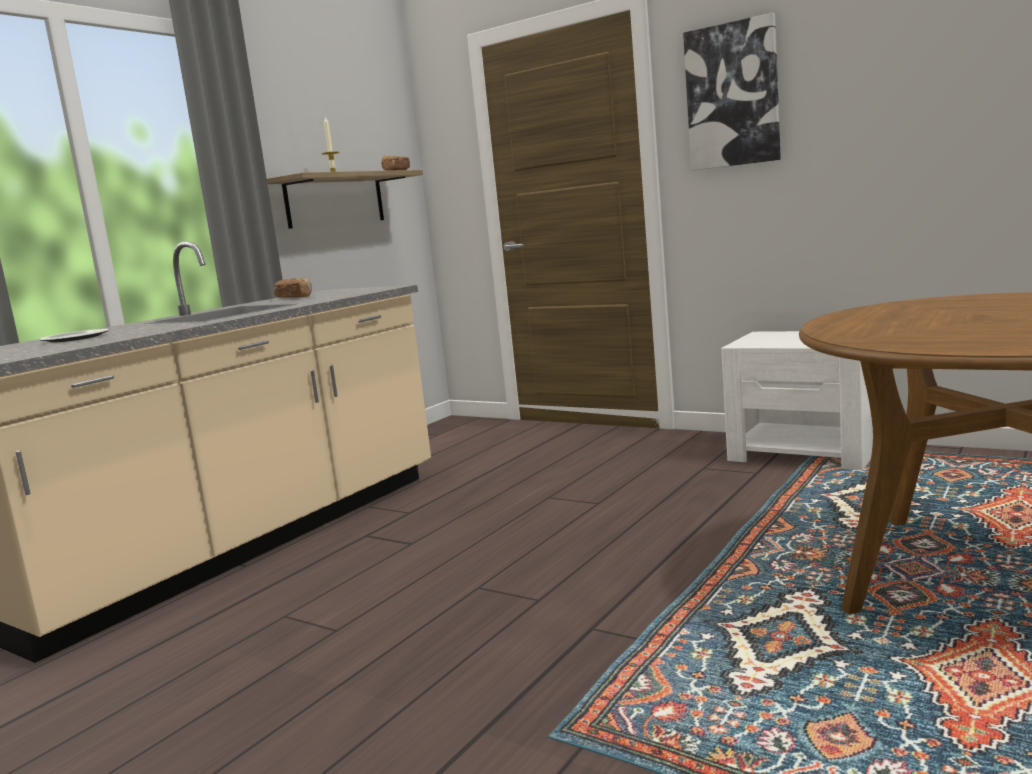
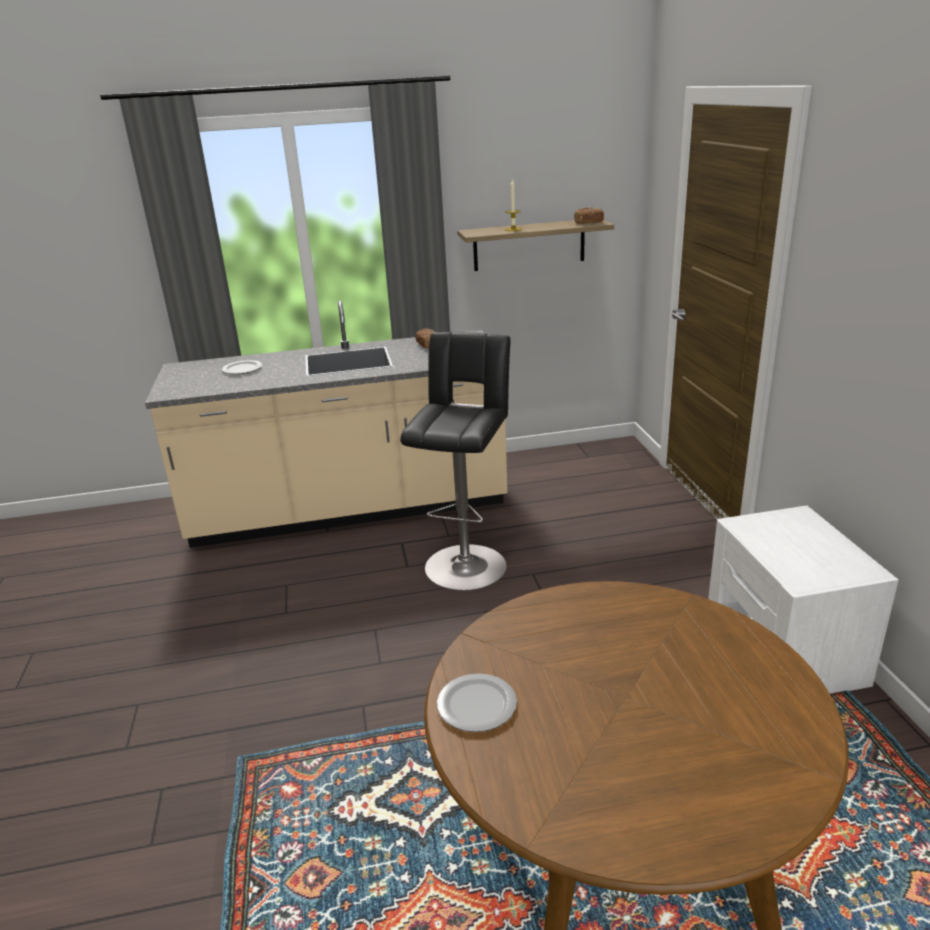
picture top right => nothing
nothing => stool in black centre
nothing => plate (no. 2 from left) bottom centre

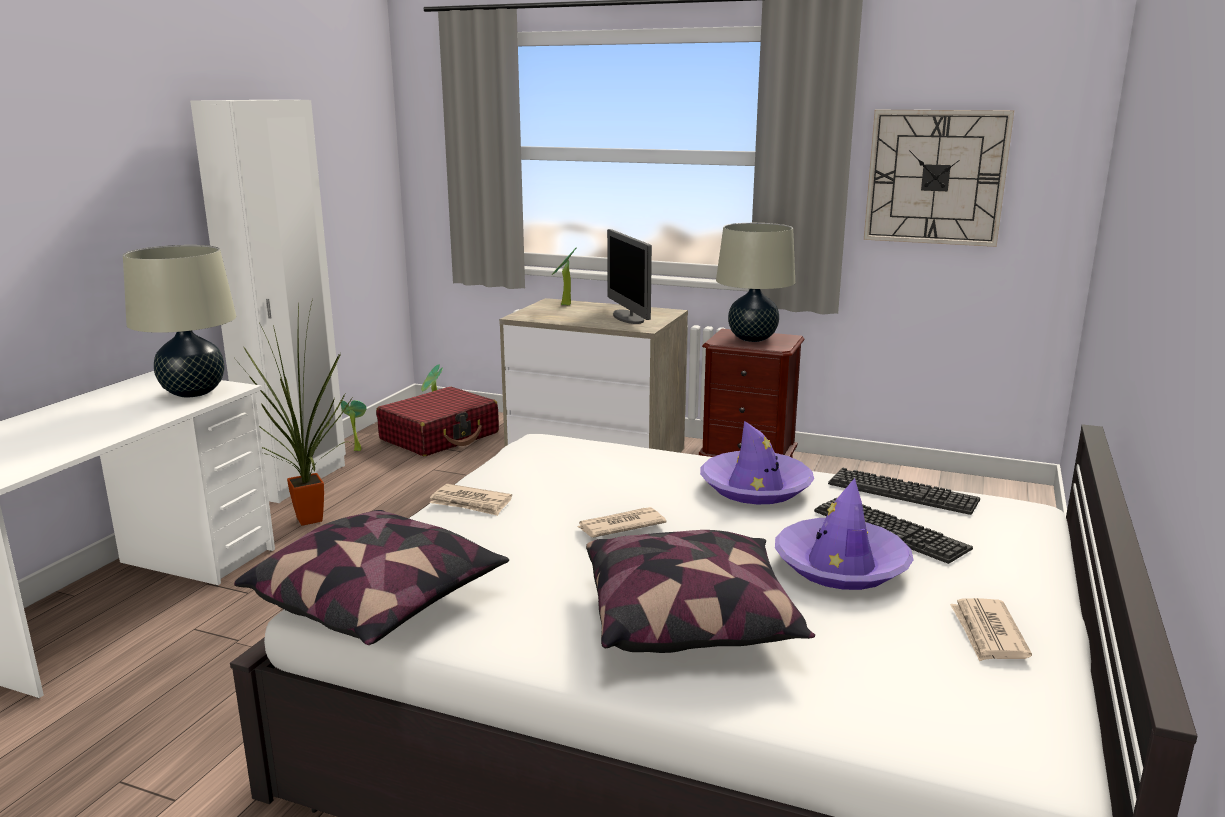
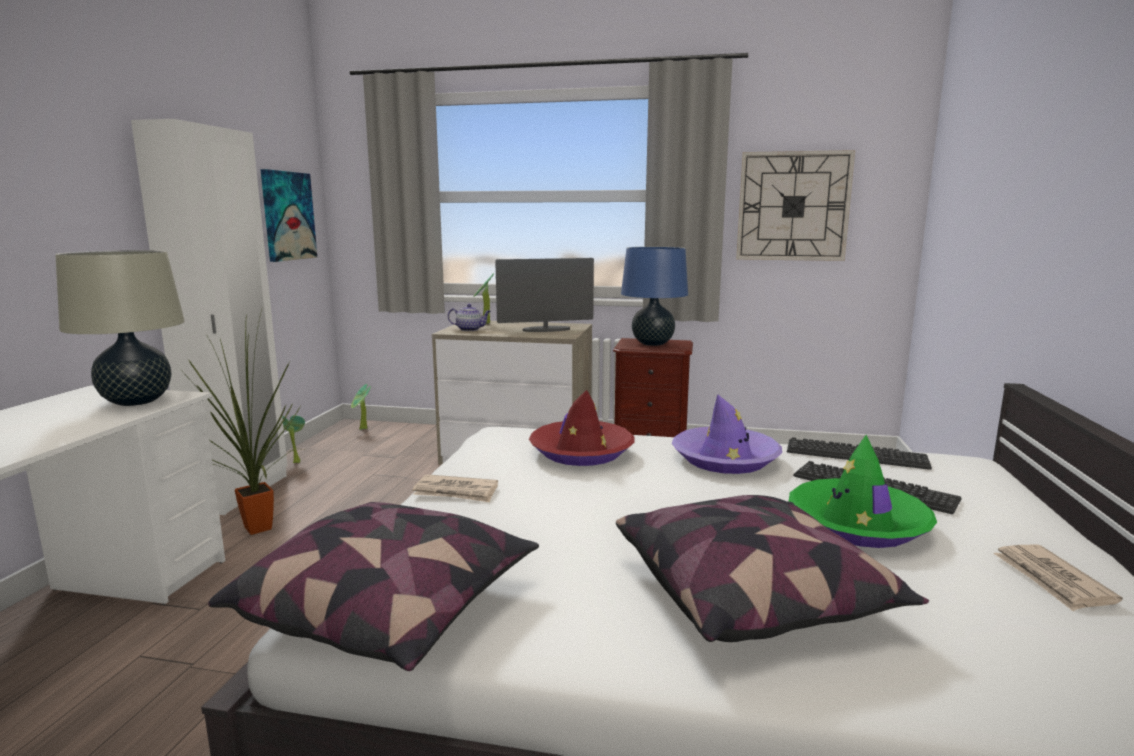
suitcase in red centre => nothing
newspaper (no. 2 from left) centre => nothing
monitor centre, 105 degrees clockwise
table lamp in beige (no. 2 from left) centre => table lamp in blue centre
hat in purple (no. 2 from left) middle right => hat in green middle right
nothing => picture top left
nothing => teapot centre
nothing => hat in red centre

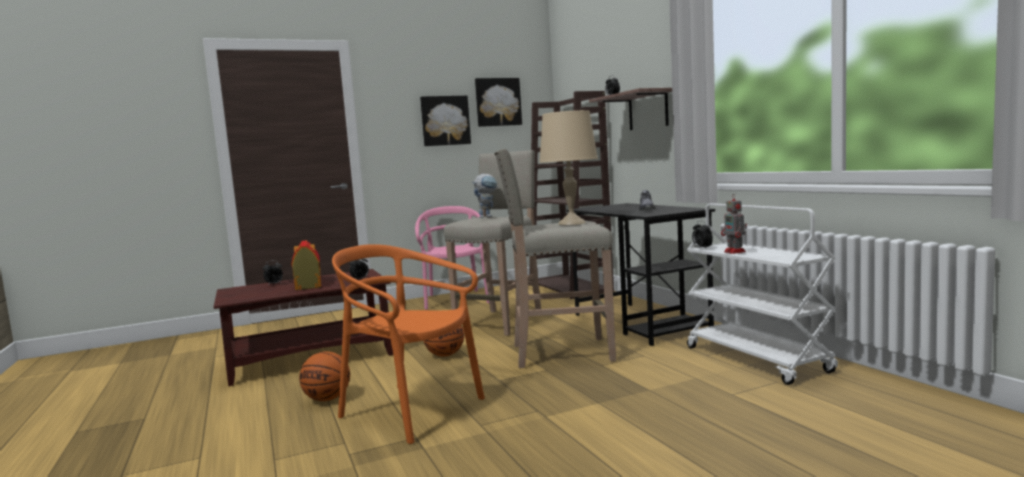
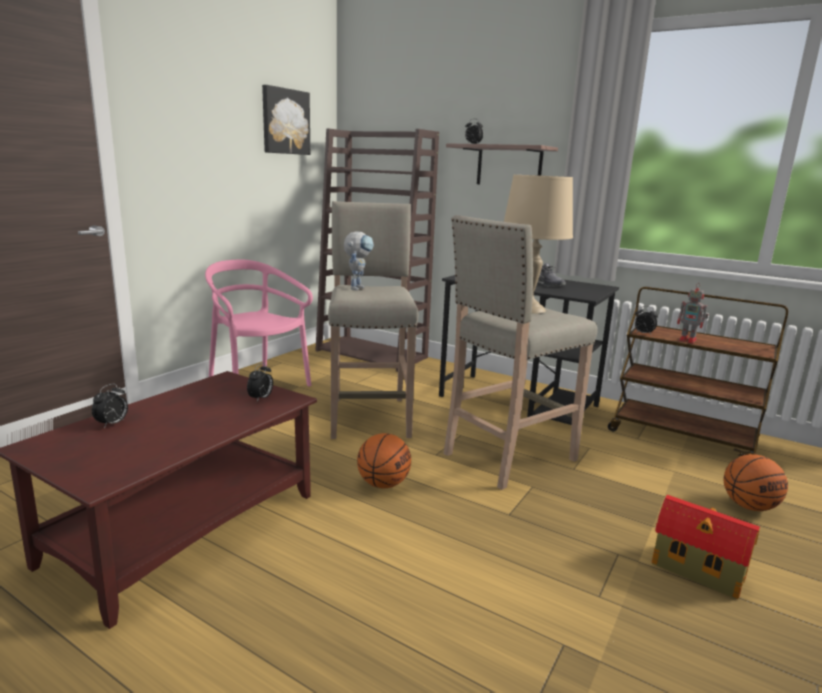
toy house middle left => toy house bottom right, shifted
basketball (no. 1 from left in the first image) bottom left => basketball (no. 2 from left) bottom right, shifted
chair in orange bottom centre => nothing
picture (no. 1 from left) top centre => nothing
cart in white middle right => cart in brown middle right

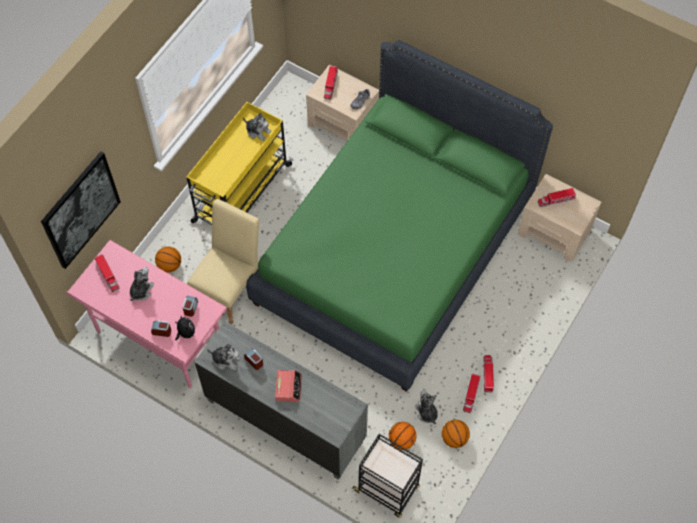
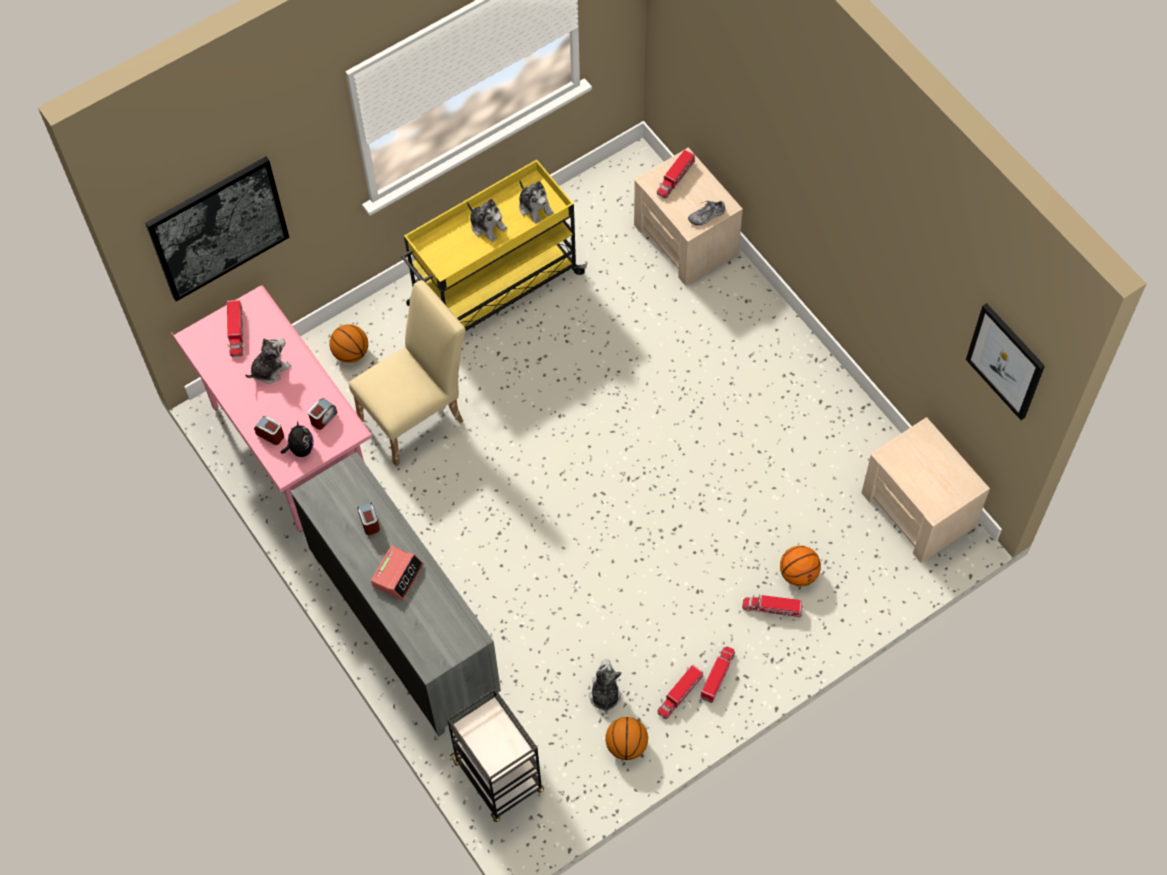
plush toy (no. 3 from left) bottom left => plush toy (no. 3 from left) top centre, shifted
bed in green centre => nothing
basketball (no. 2 from left in the first image) bottom centre => basketball (no. 3 from left) middle right, shifted
toy truck (no. 5 from left) middle right => toy truck (no. 5 from left) bottom centre, shifted
nothing => picture (no. 2 from left) middle right

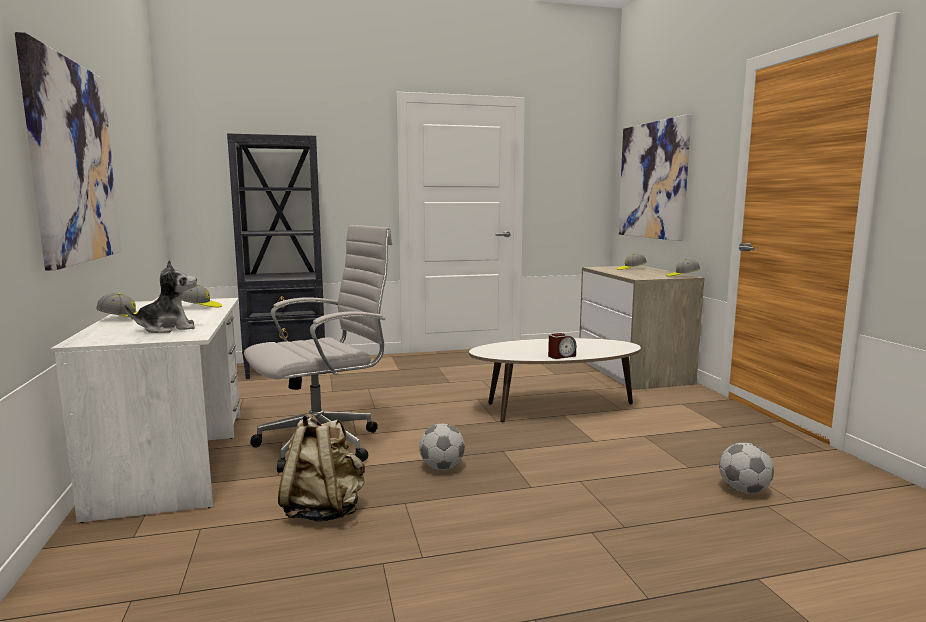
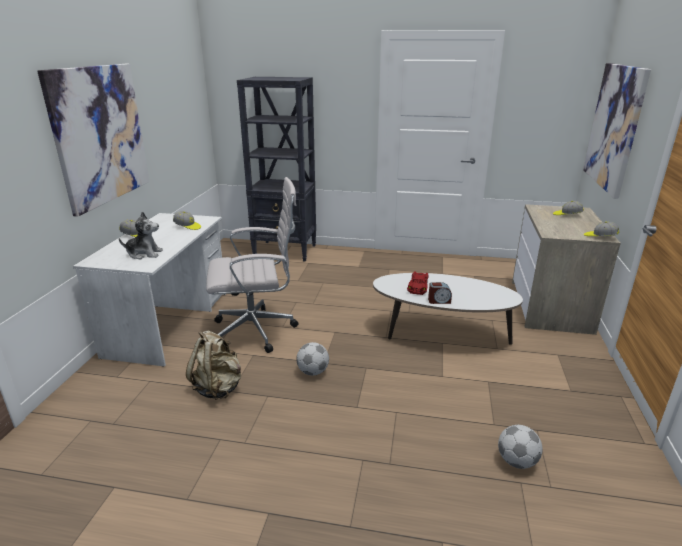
nothing => toy car in red centre

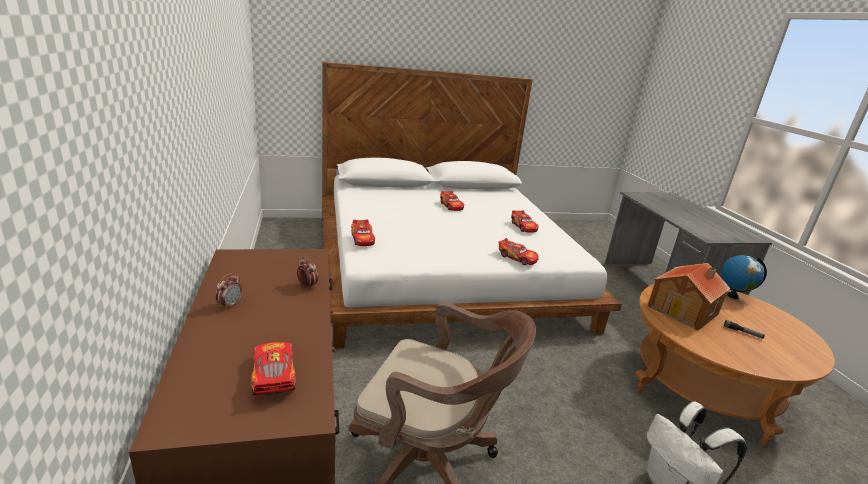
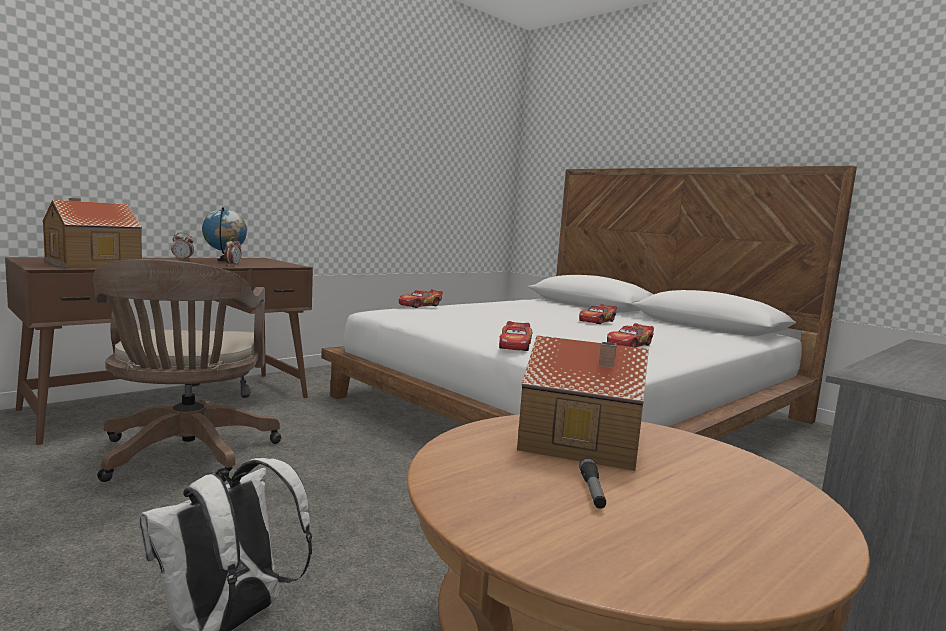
toy car (no. 1 from left) bottom left => toy house (no. 1 from left) middle left
globe middle right => globe middle left, shifted

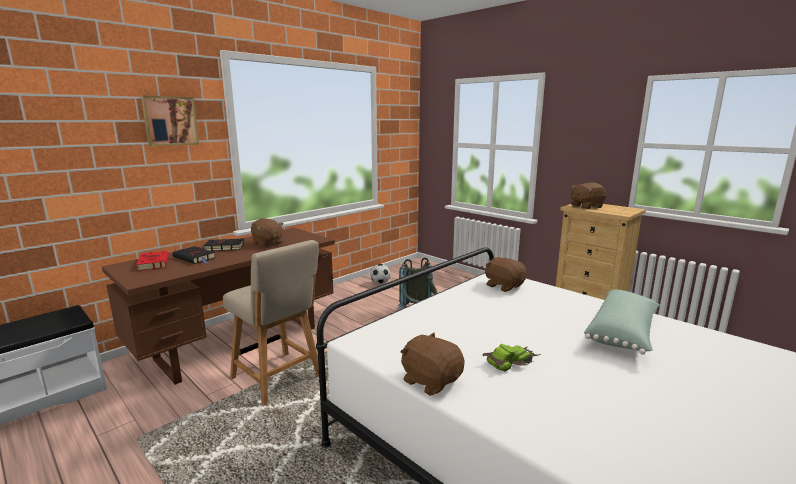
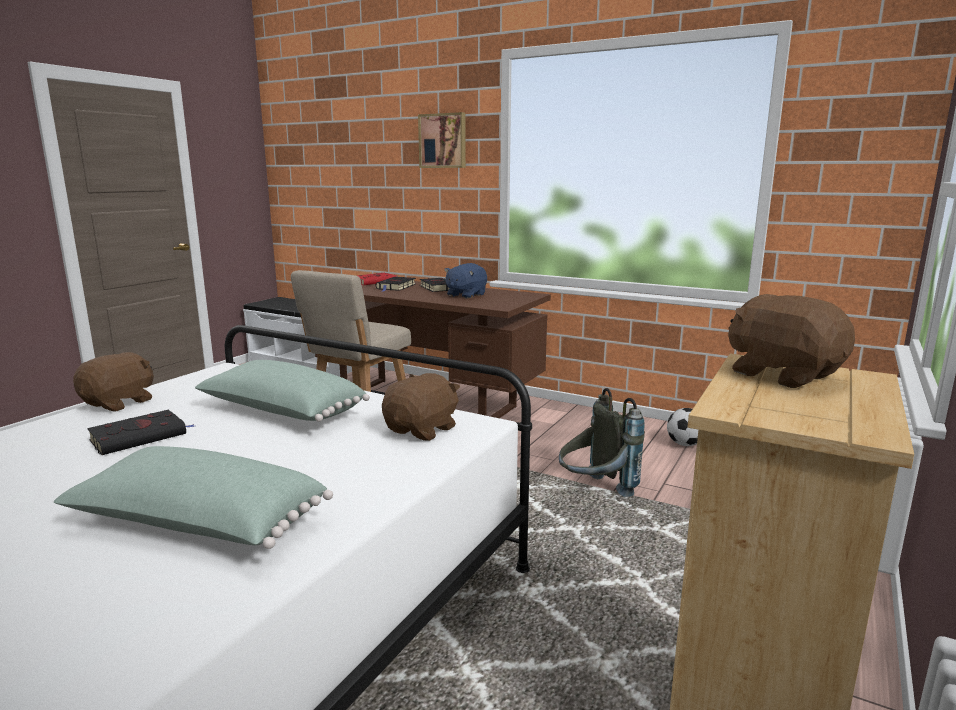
plush toy in brown (no. 1 from left) centre => plush toy in blue centre
toy car bottom centre => book in black (no. 1 from left) middle left
nothing => pillow in green (no. 2 from left) middle left

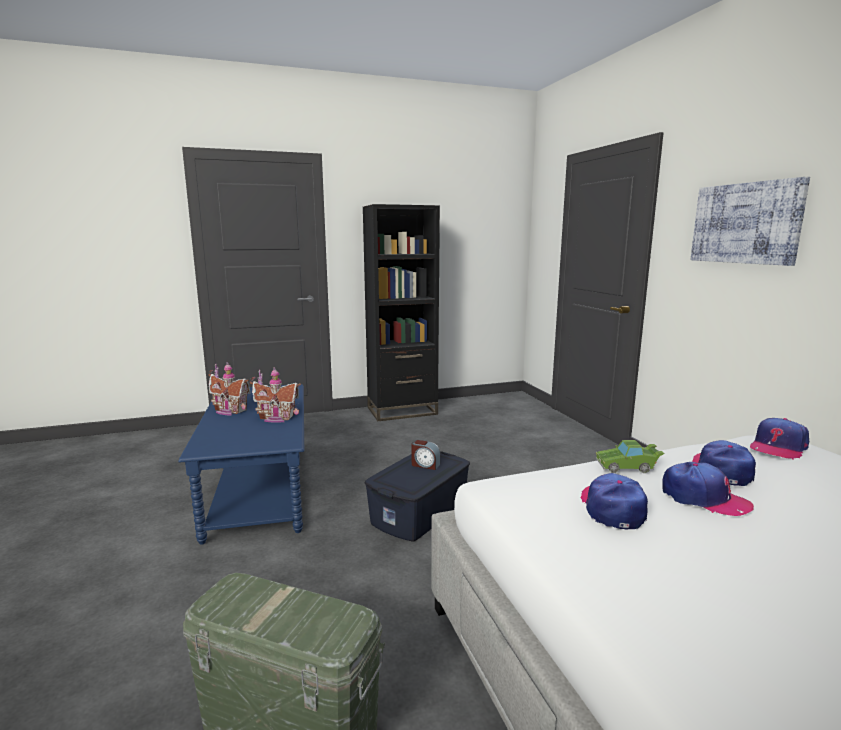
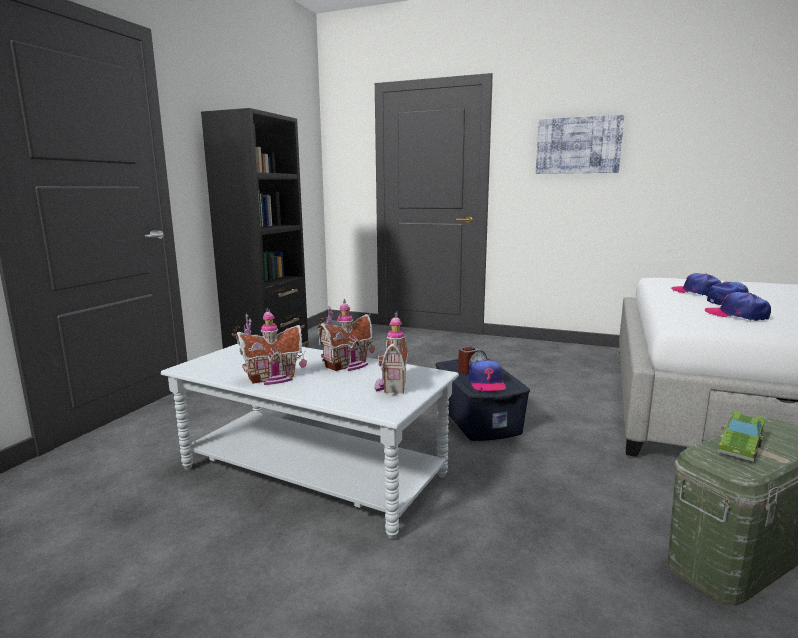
coffee table in blue middle left => coffee table in grey bottom centre
toy car in green middle right => toy car in green bottom right, shifted
cap (no. 4 from left in the first image) middle right => cap (no. 1 from left) centre, shifted
nothing => toy house (no. 3 from left) centre

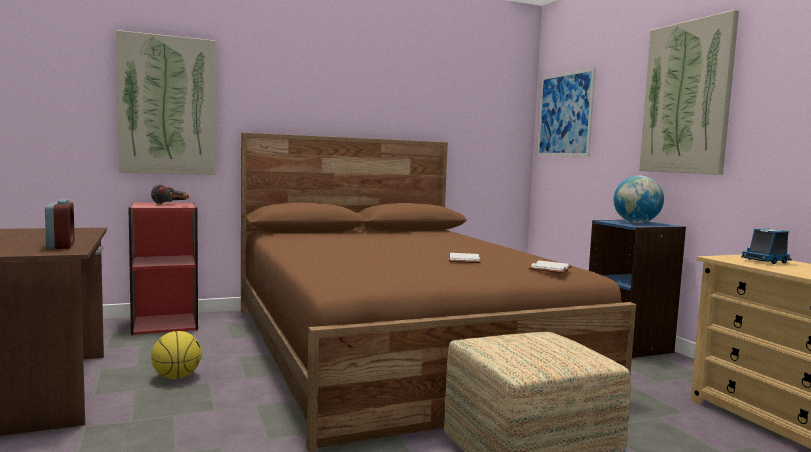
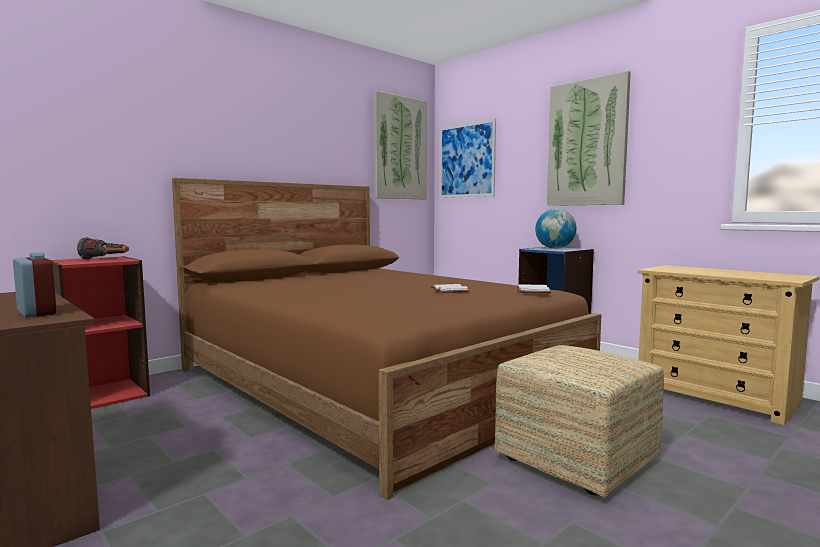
picture (no. 1 from left) top left => picture (no. 1 from left) top centre, shifted
basketball bottom left => nothing
toy truck middle right => nothing

